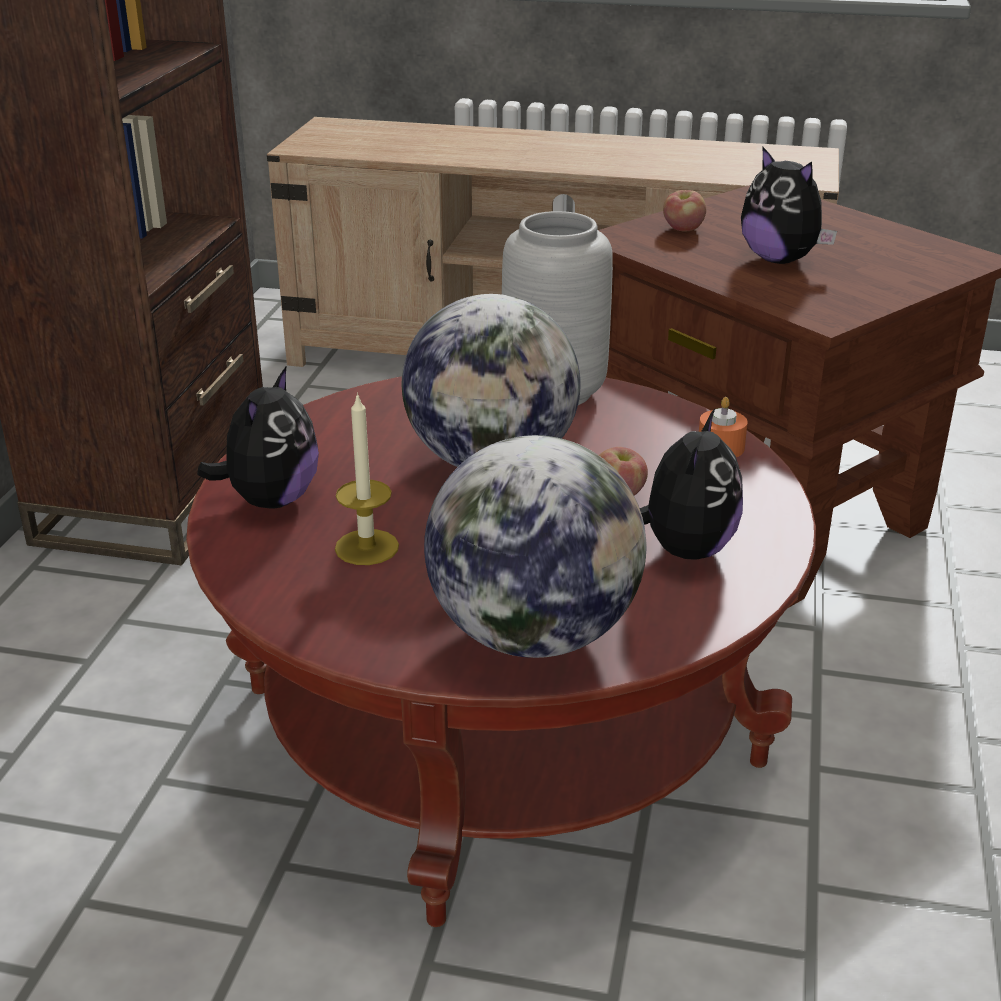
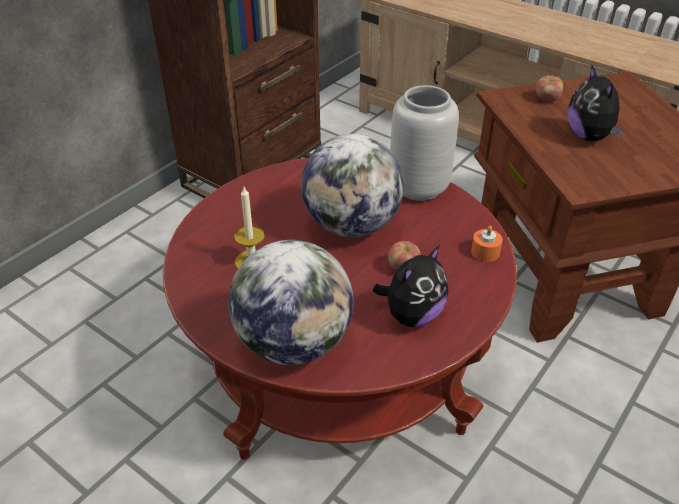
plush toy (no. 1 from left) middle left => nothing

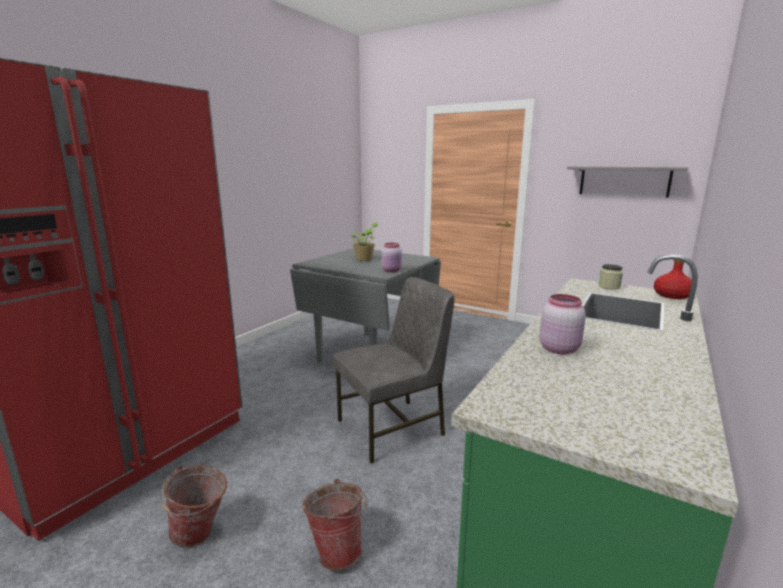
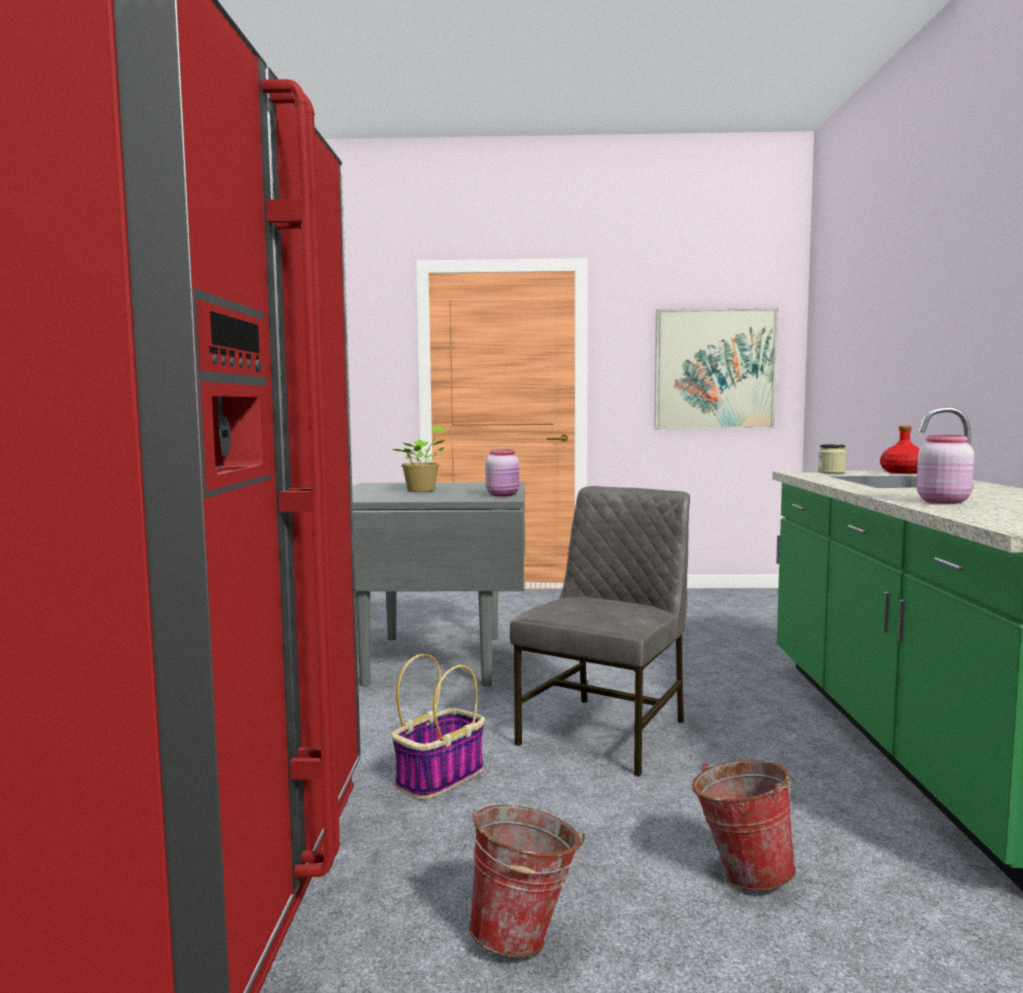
shelf in grey top right => picture middle right
nothing => basket bottom centre

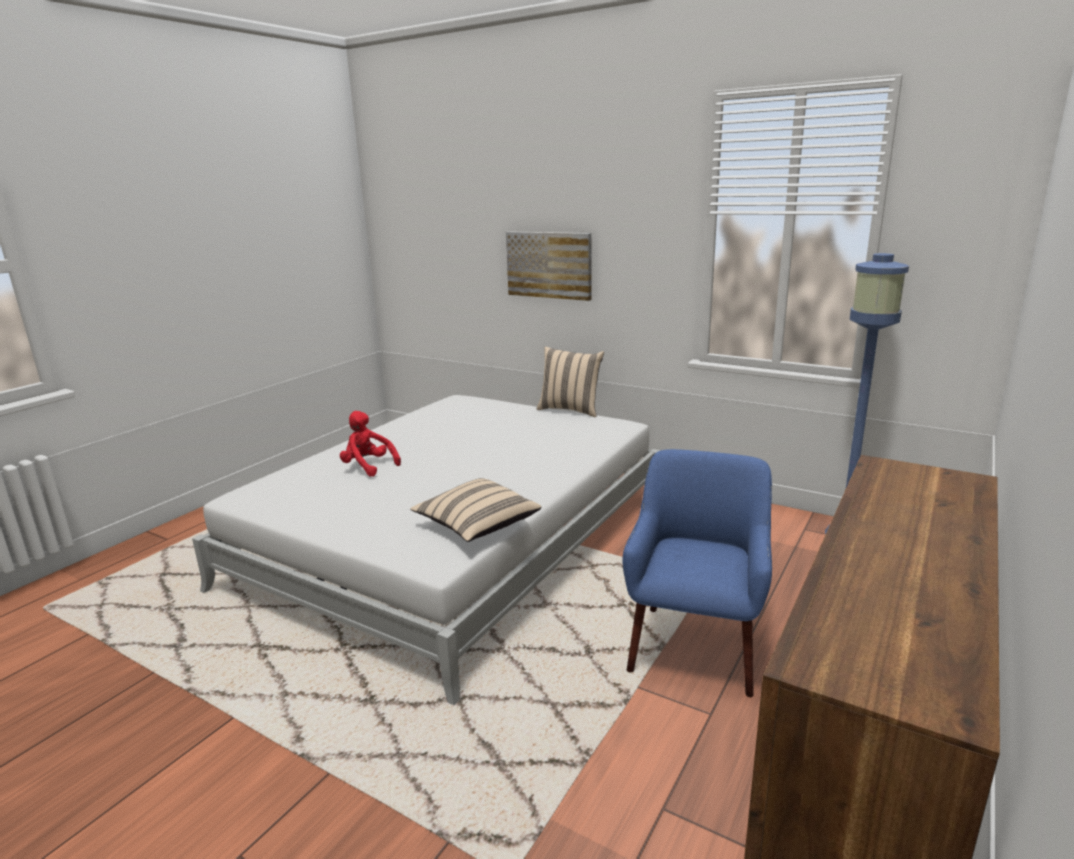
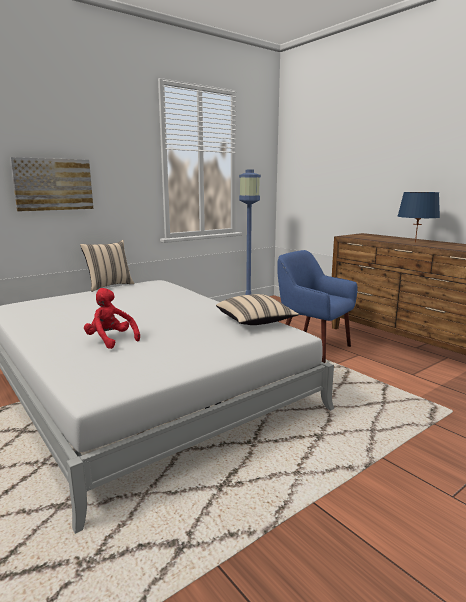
plush toy in red centre => plush toy in red middle left, 75 degrees clockwise
nothing => table lamp in blue middle right

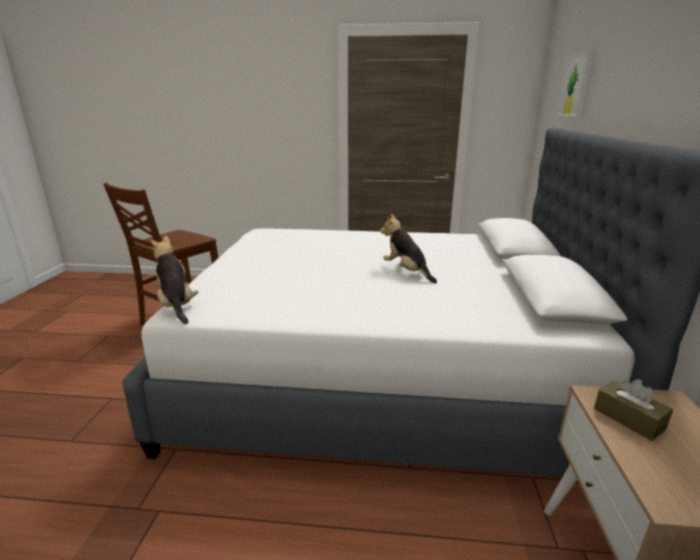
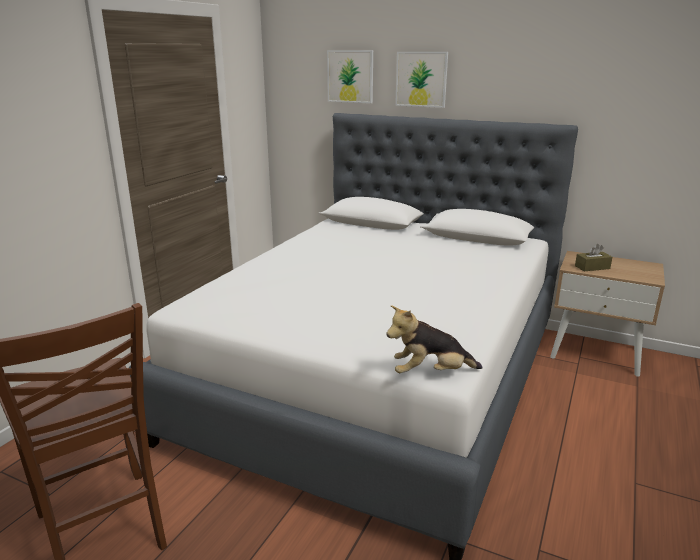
plush toy (no. 2 from left) centre => nothing
nothing => picture (no. 2 from left) top centre

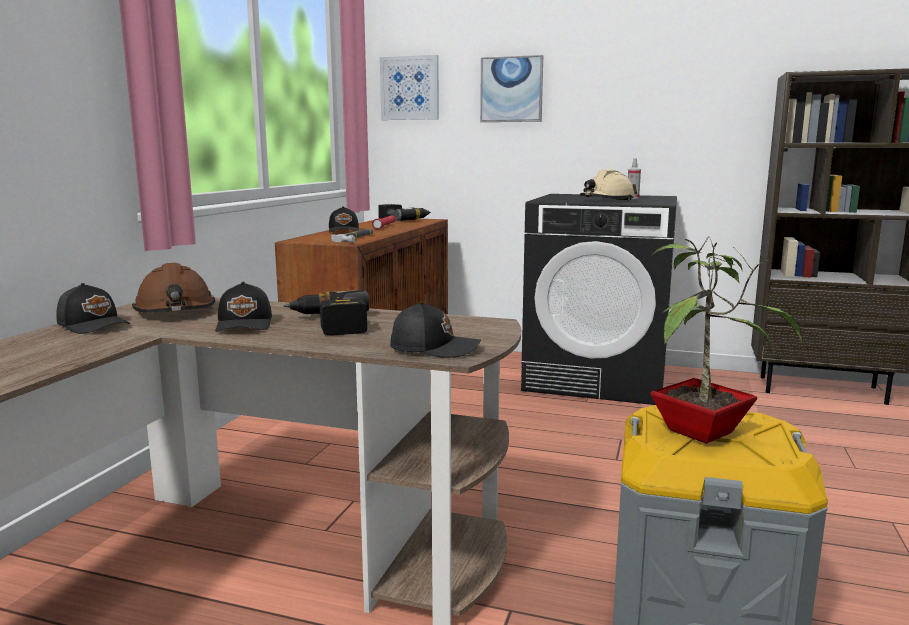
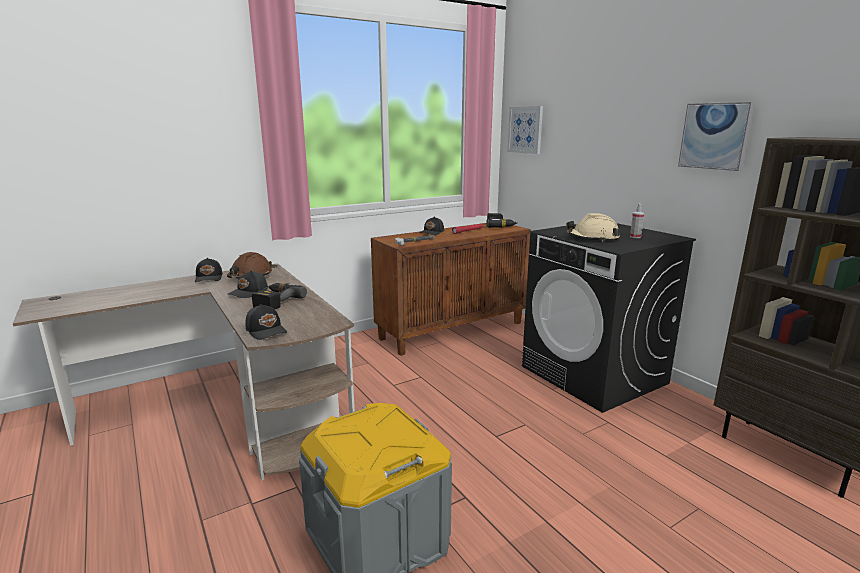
picture (no. 2 from left) top centre => picture (no. 2 from left) top right, shifted
potted plant middle right => nothing

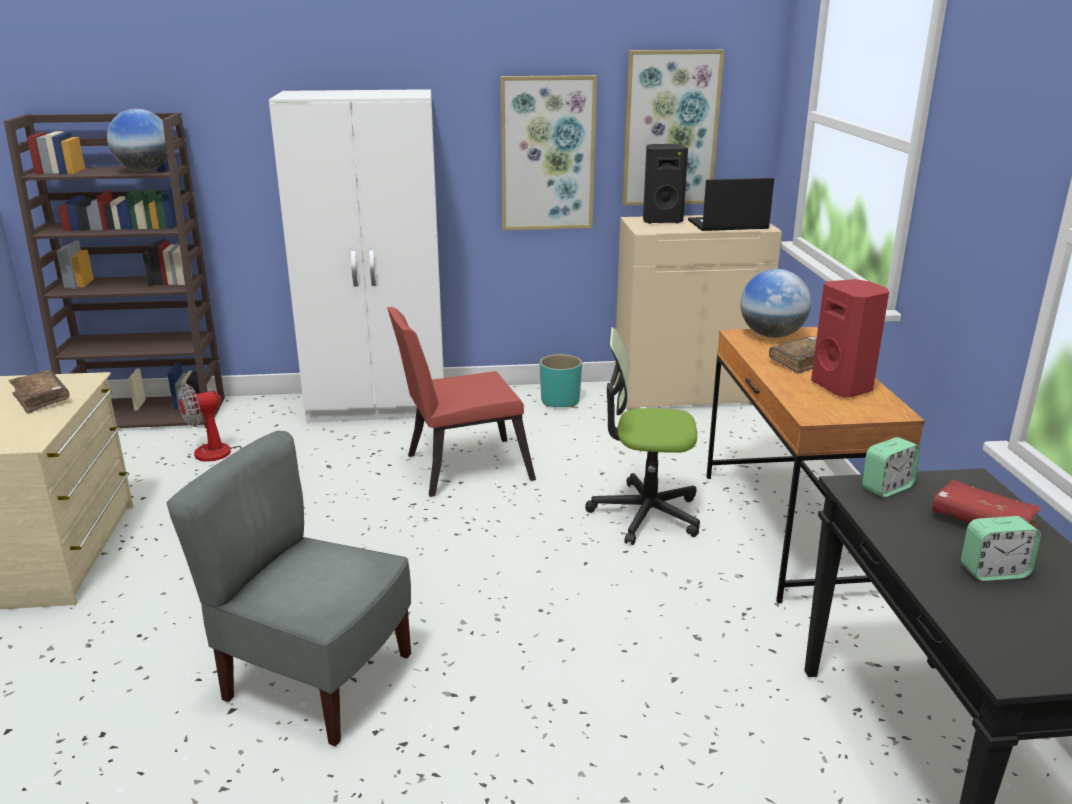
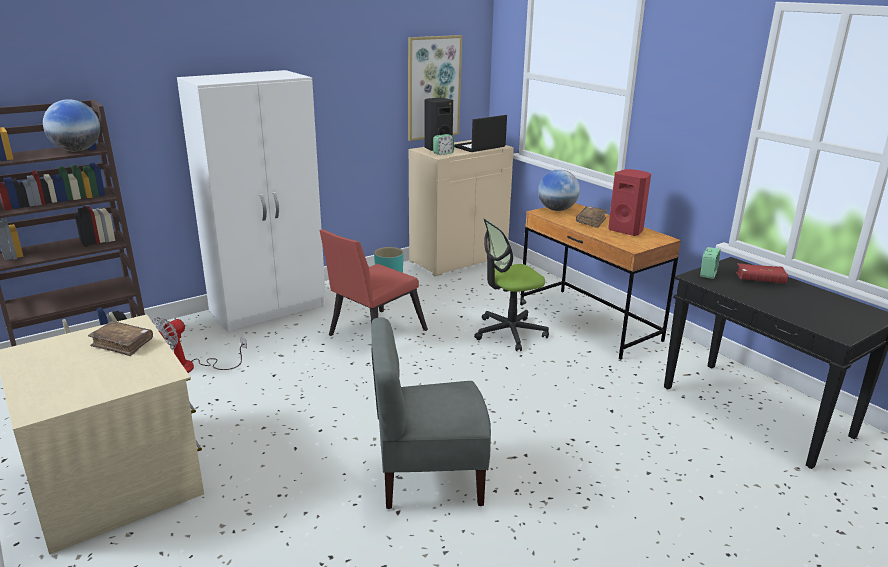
picture (no. 1 from left) top centre => nothing
alarm clock (no. 2 from left in the first image) bottom right => alarm clock (no. 1 from left) top centre, shifted

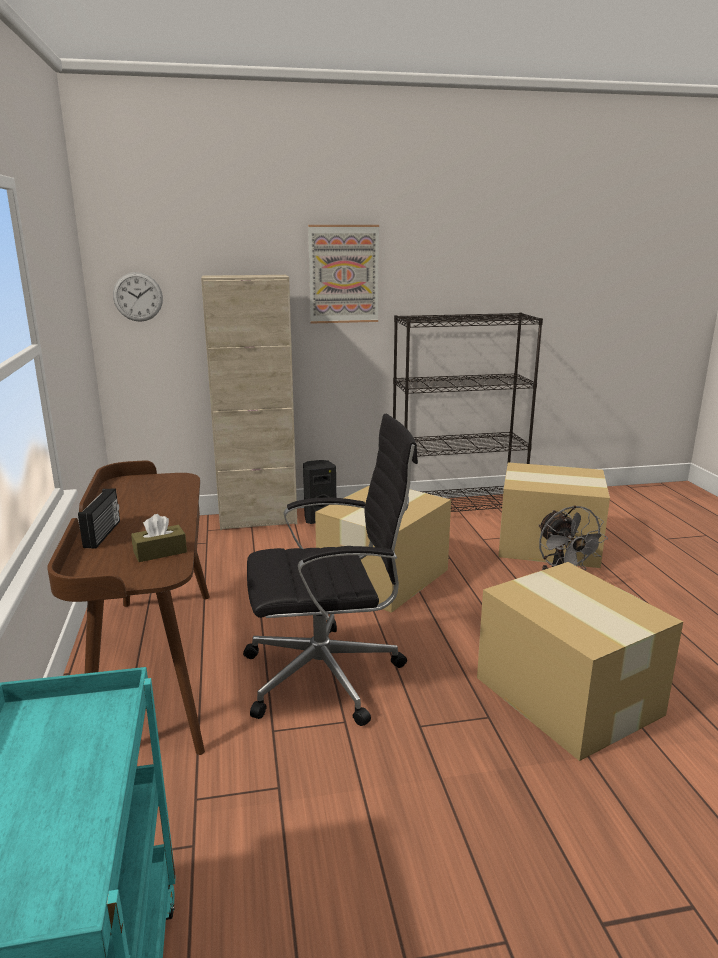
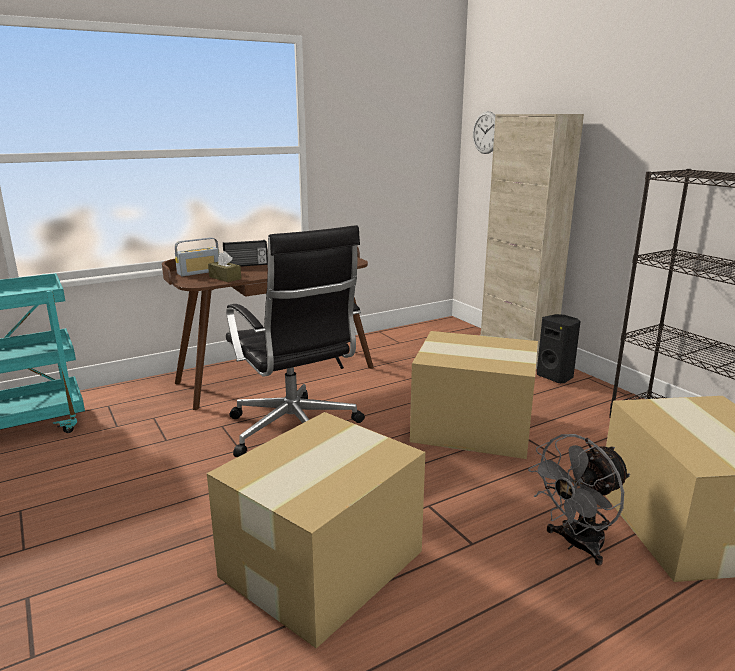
picture top centre => nothing
nothing => radio (no. 1 from left) middle left

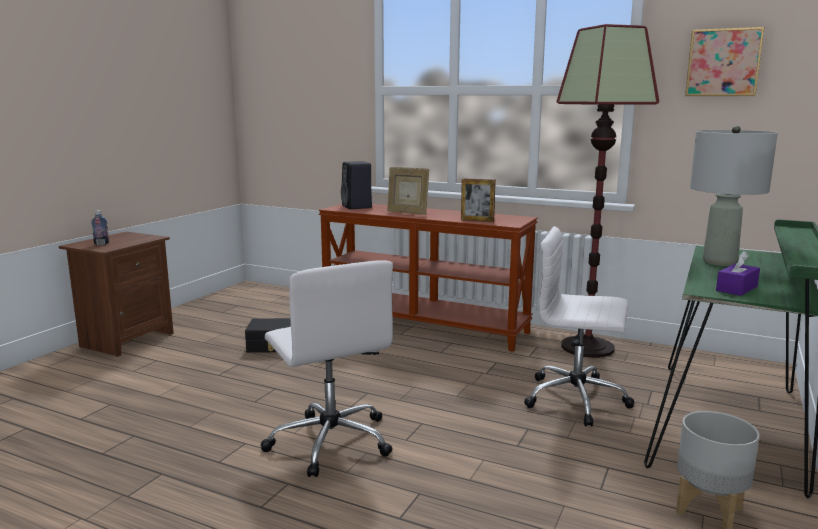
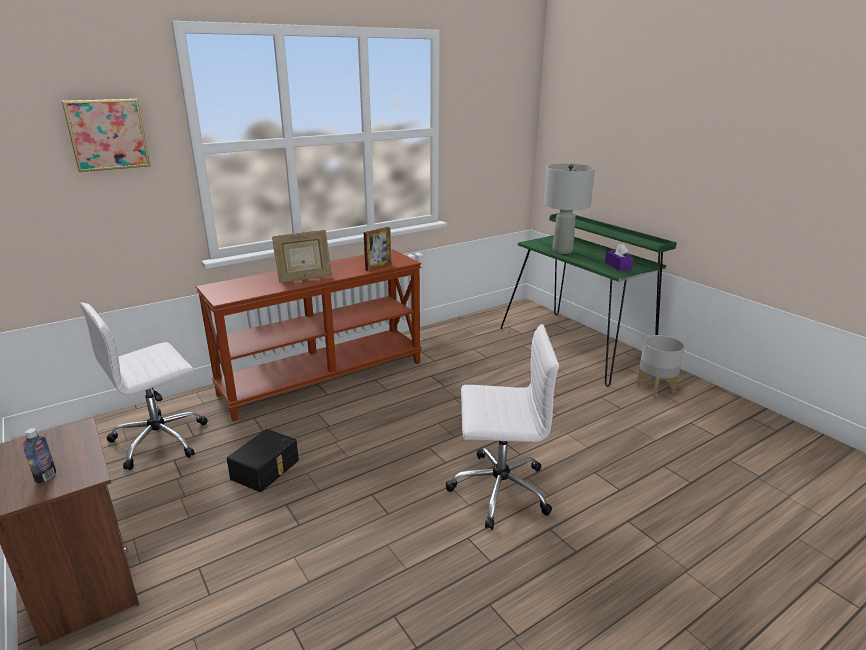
speaker in black centre => nothing
office chair in white (no. 2 from left in the first image) middle right => office chair in white (no. 1 from left) middle left, shifted
floor lamp middle right => nothing
picture top right => picture top left, shifted

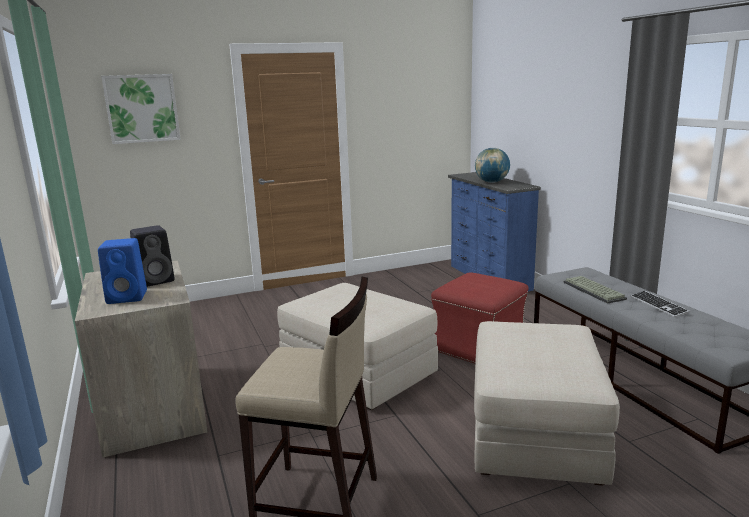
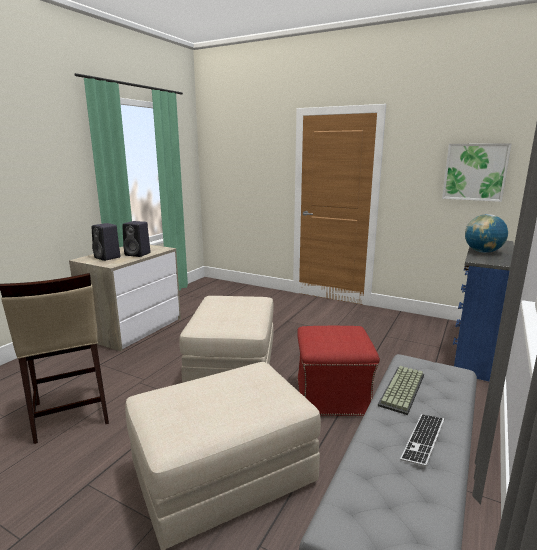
speaker in blue middle left => speaker in black (no. 1 from left) middle left
picture top left => picture top right, shifted

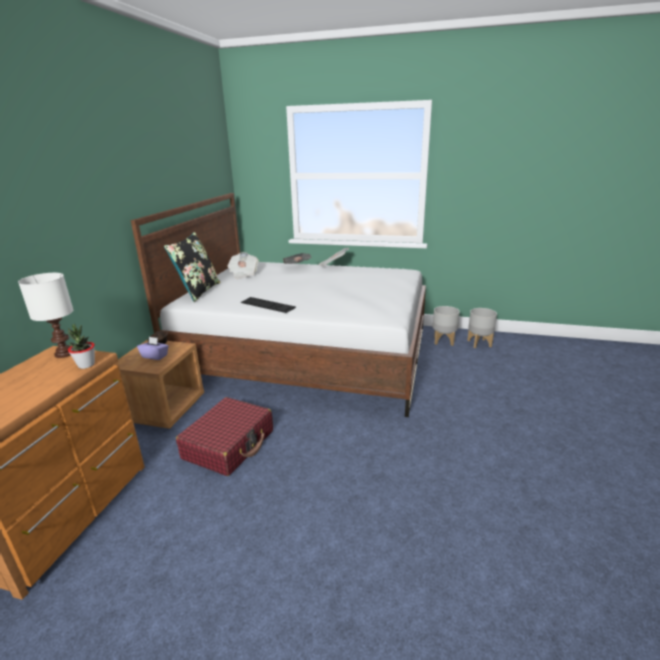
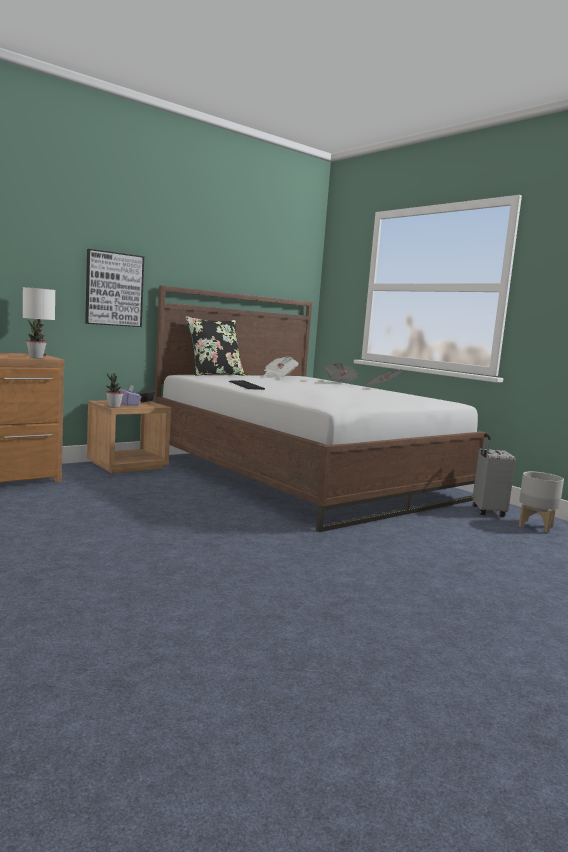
suitcase in red centre => nothing
planter in grey (no. 1 from left) middle right => suitcase in grey middle right
nothing => picture middle left
nothing => potted plant (no. 2 from left) middle left

